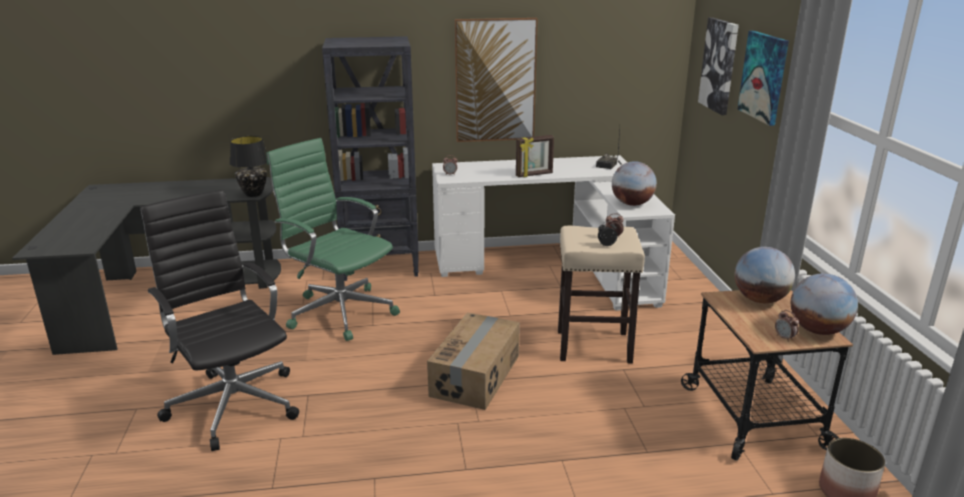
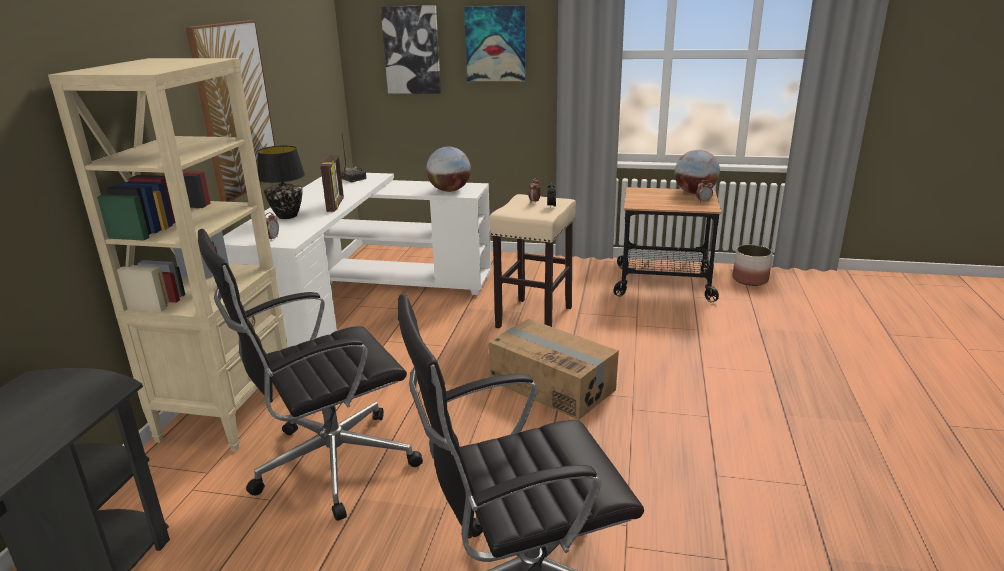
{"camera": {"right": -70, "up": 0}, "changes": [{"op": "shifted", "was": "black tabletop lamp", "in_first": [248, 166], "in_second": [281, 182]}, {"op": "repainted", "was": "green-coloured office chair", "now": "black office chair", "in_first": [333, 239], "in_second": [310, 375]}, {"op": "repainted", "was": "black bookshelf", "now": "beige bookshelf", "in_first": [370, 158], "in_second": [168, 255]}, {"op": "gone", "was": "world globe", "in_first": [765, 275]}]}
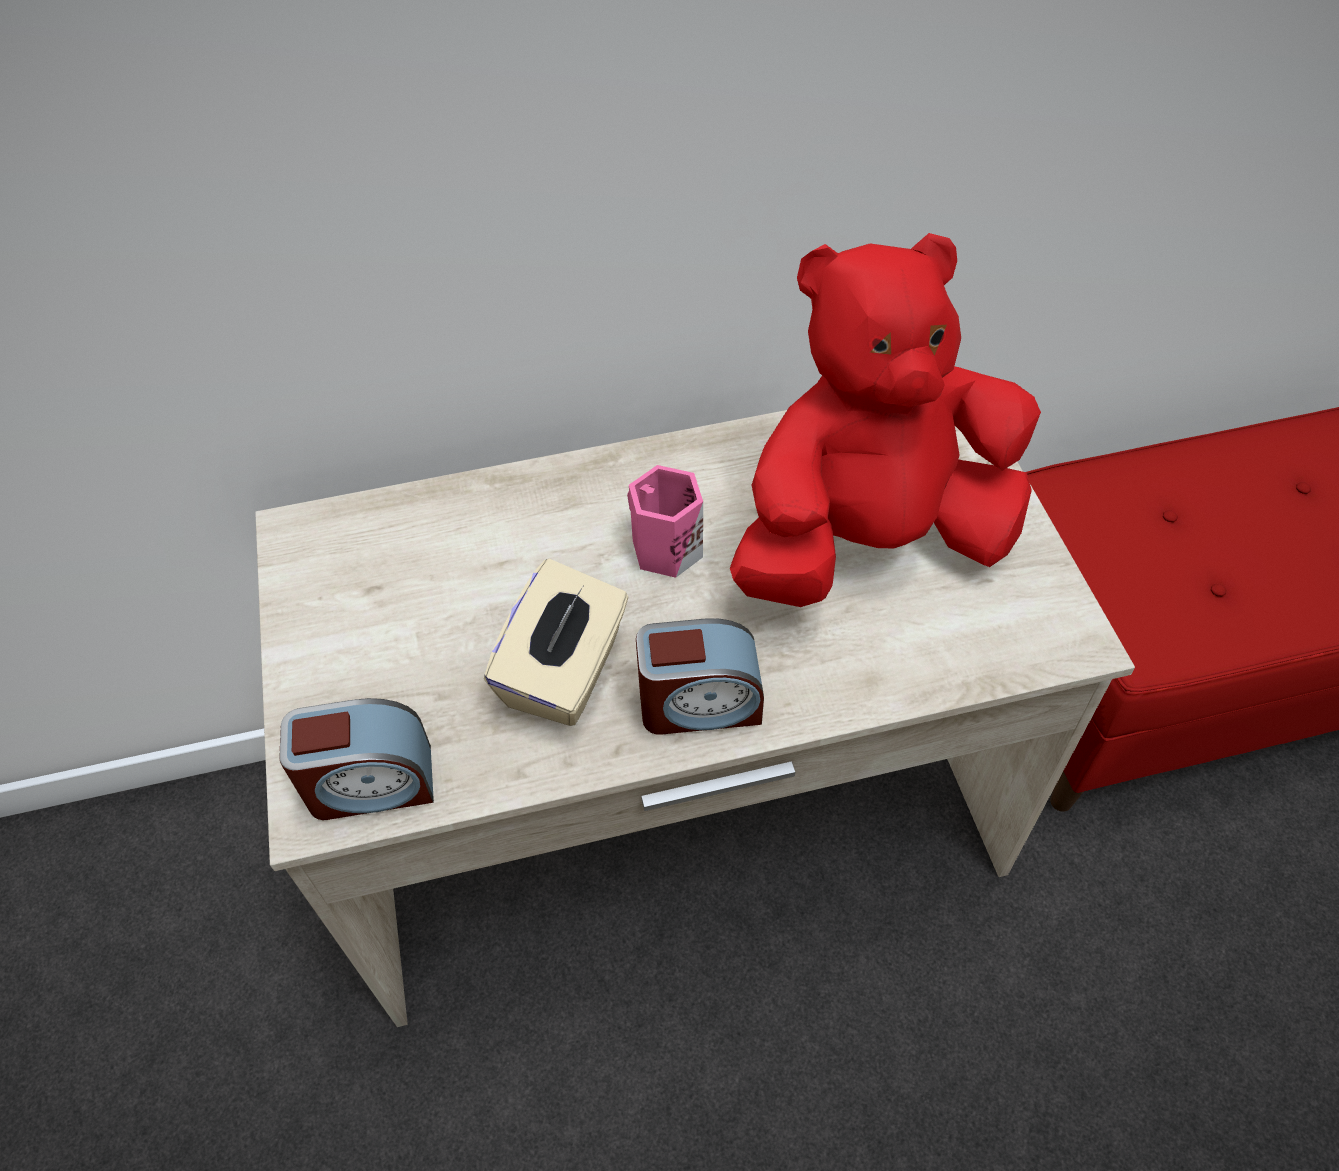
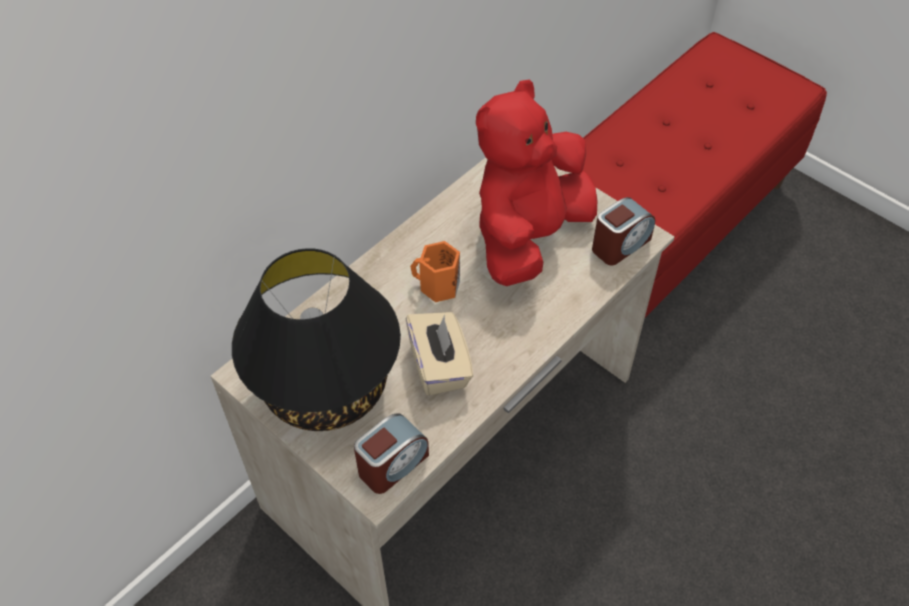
{"camera": {"right": -35, "up": 0}, "changes": [{"op": "repainted", "was": "pinkish tea mug", "now": "orange tea mug", "in_first": [665, 521], "in_second": [435, 271]}, {"op": "shifted", "was": "alarm clock", "in_first": [700, 676], "in_second": [623, 231]}, {"op": "new", "now": "black tabletop lamp", "in_second": [316, 339]}]}
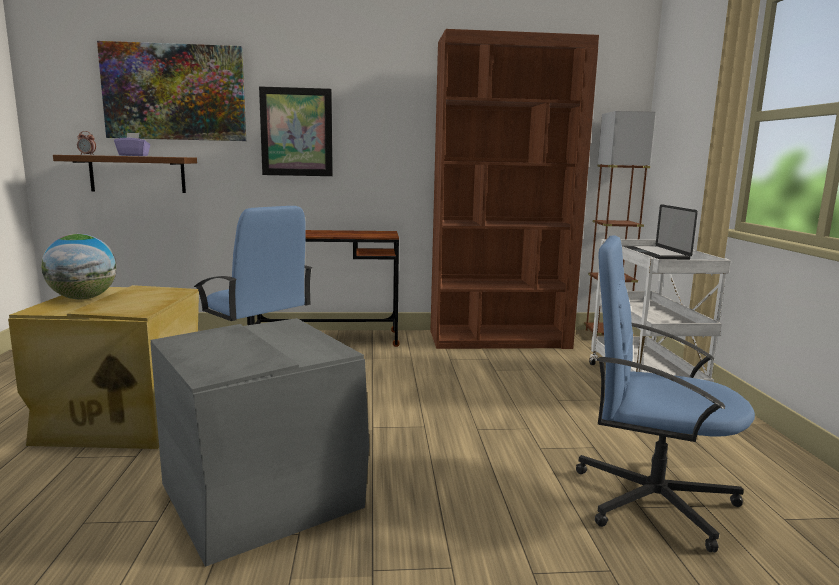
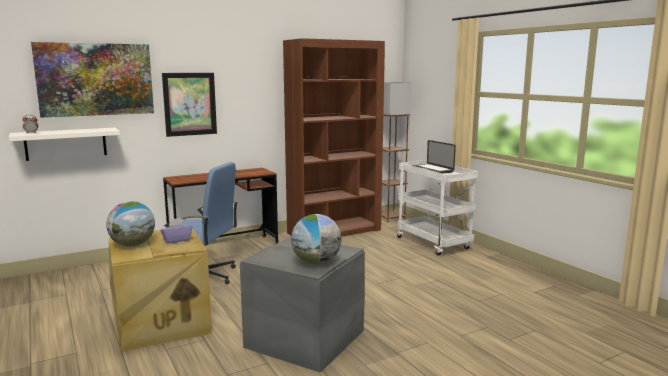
{"camera": {"right": -25, "up": 0}, "changes": [{"op": "repainted", "was": "brown bracket shelf", "now": "whitish bracket shelf", "in_first": [125, 174], "in_second": [64, 144]}, {"op": "shifted", "was": "purple-coloured tissue box", "in_first": [132, 144], "in_second": [176, 230]}, {"op": "gone", "was": "blue office chair", "in_first": [665, 394]}, {"op": "new", "now": "world globe", "in_second": [316, 239]}]}
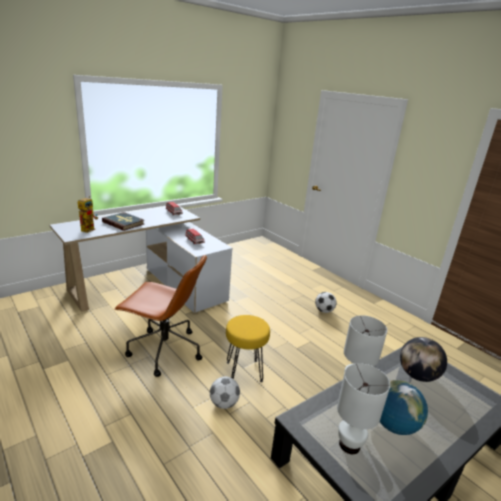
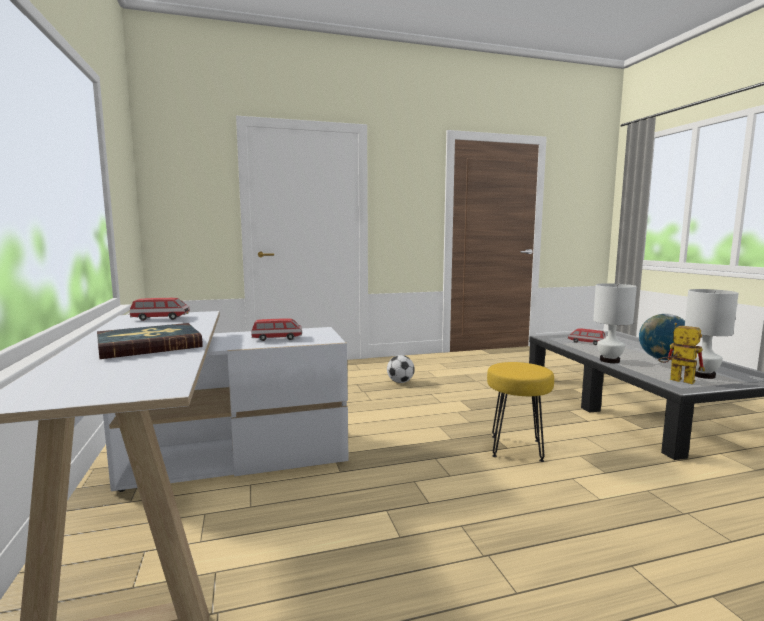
{"camera": {"right": -65, "up": -15}, "changes": [{"op": "shifted", "was": "robot figure", "in_first": [88, 214], "in_second": [681, 353]}, {"op": "gone", "was": "brown office chair", "in_first": [160, 315]}, {"op": "gone", "was": "ball for football", "in_first": [225, 392]}, {"op": "swapped", "was": "world globe", "now": "model car", "in_first": [423, 359], "in_second": [587, 336]}]}
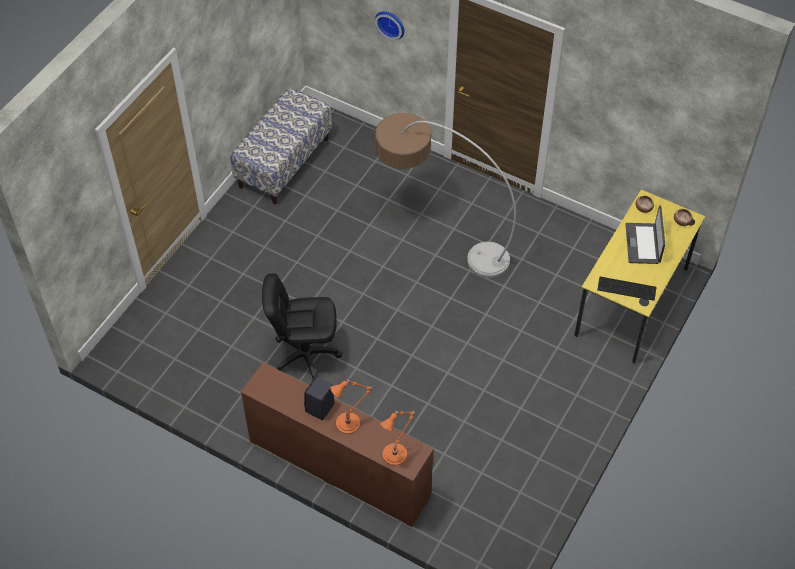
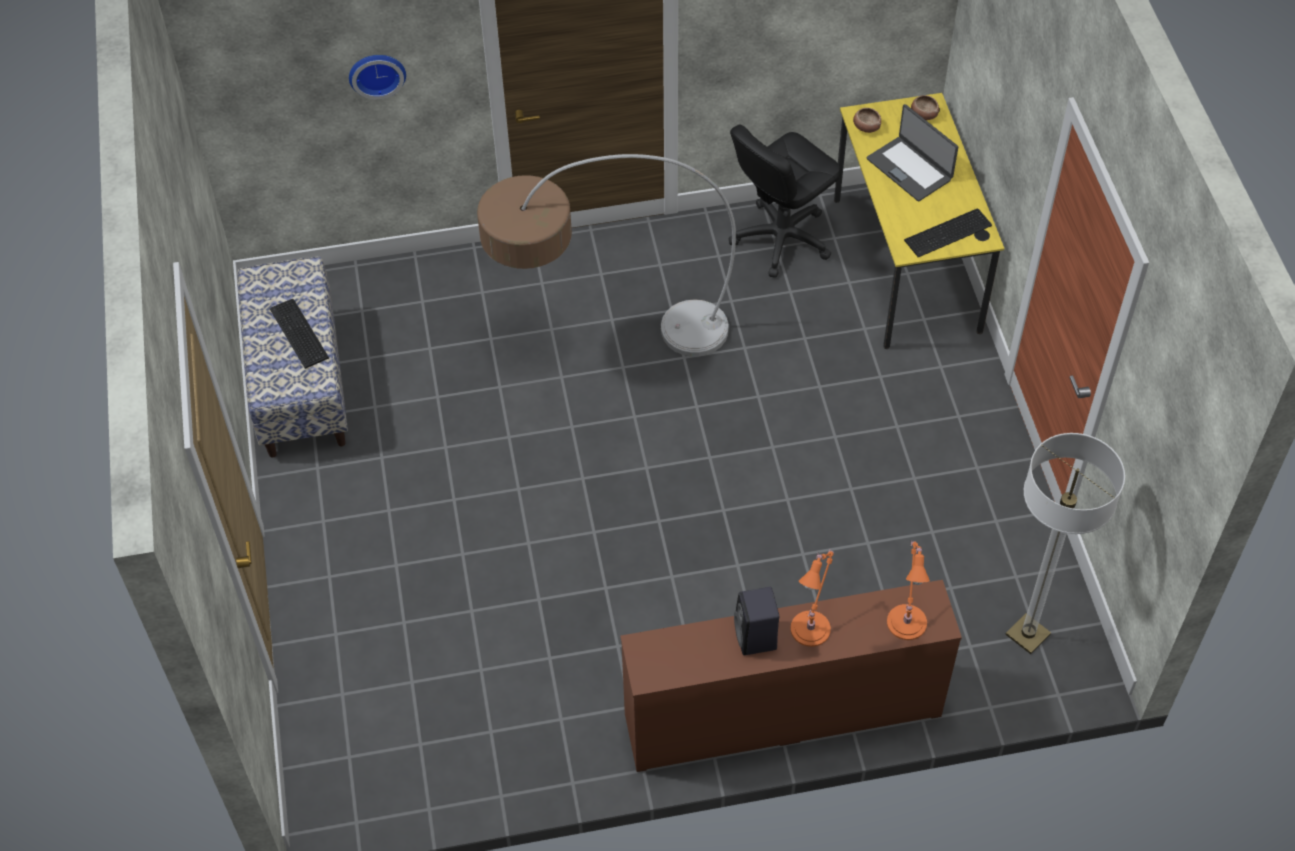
{"camera": {"right": -40, "up": 0}, "changes": [{"op": "shifted", "was": "black office chair", "in_first": [302, 327], "in_second": [785, 201]}, {"op": "new", "now": "PC keyboard", "in_second": [299, 334]}, {"op": "new", "now": "floor lamp", "in_second": [1065, 543]}]}
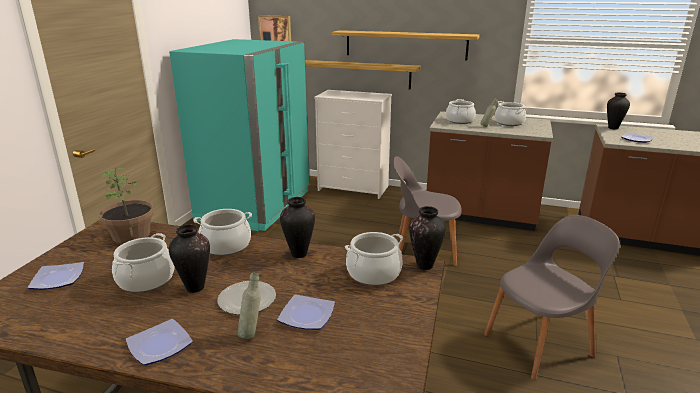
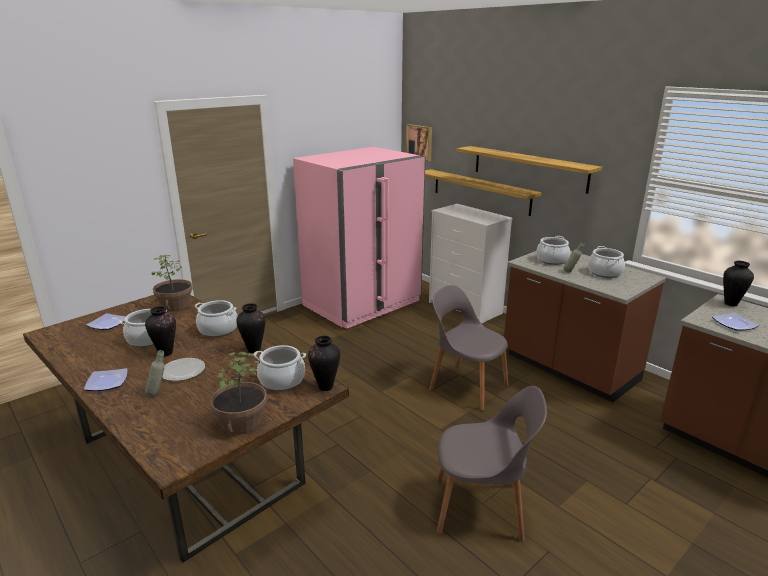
{"camera": {"right": 30, "up": 0}, "changes": [{"op": "repainted", "was": "turquoise refrigerator", "now": "pinkish refrigerator", "in_first": [239, 135], "in_second": [359, 238]}, {"op": "gone", "was": "flat dish", "in_first": [306, 312]}, {"op": "new", "now": "potted plant", "in_second": [238, 393]}]}
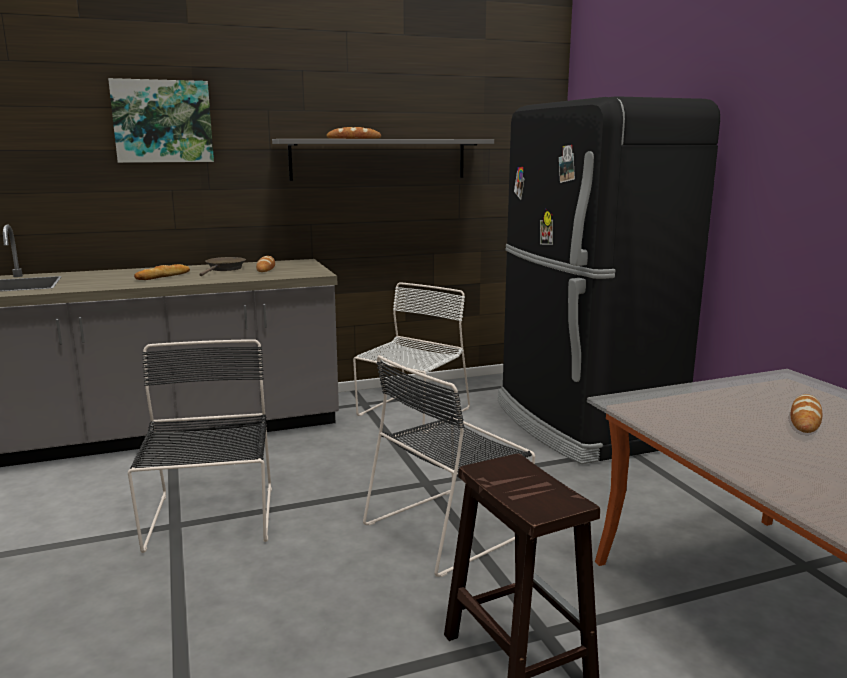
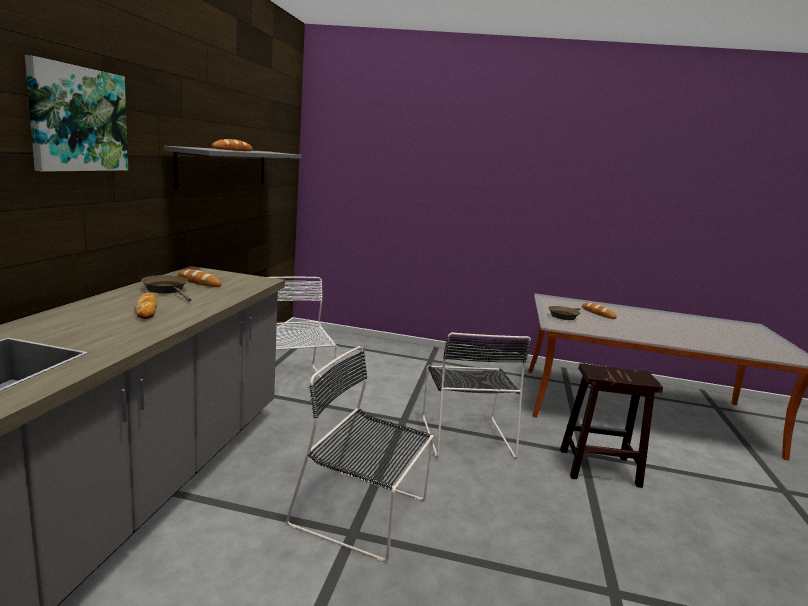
{"camera": {"right": -60, "up": 0}, "changes": [{"op": "gone", "was": "black refrigerator", "in_first": [609, 280]}, {"op": "new", "now": "brown frying pan", "in_second": [564, 313]}]}
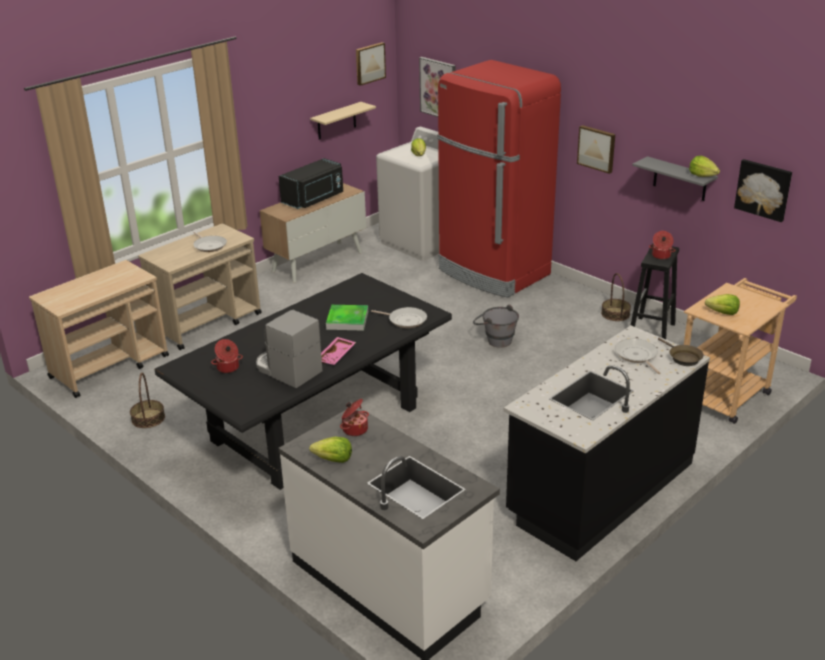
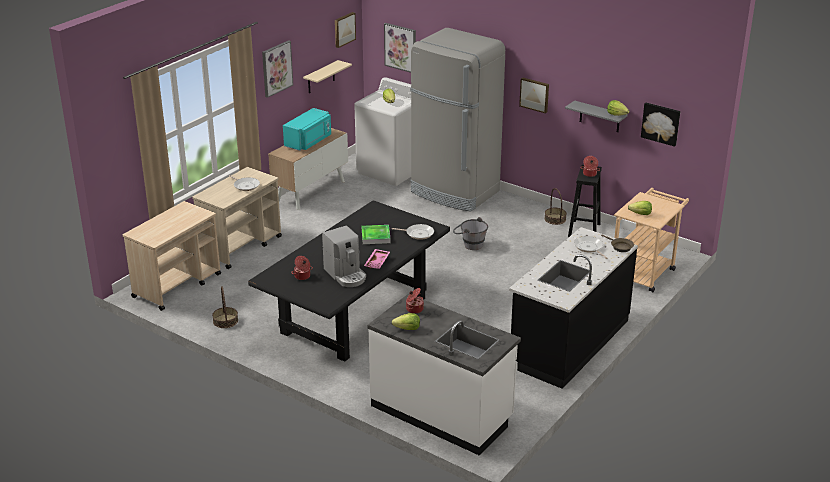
{"camera": {"right": -10, "up": 0}, "changes": [{"op": "rotated", "was": "coffee machine", "in_first": [289, 349], "in_second": [344, 256], "clockwise": -150}, {"op": "repainted", "was": "black microwave oven", "now": "turquoise microwave oven", "in_first": [311, 183], "in_second": [307, 129]}, {"op": "repainted", "was": "red refrigerator", "now": "greyish refrigerator", "in_first": [499, 179], "in_second": [457, 120]}, {"op": "new", "now": "wall picture", "in_second": [277, 69]}]}
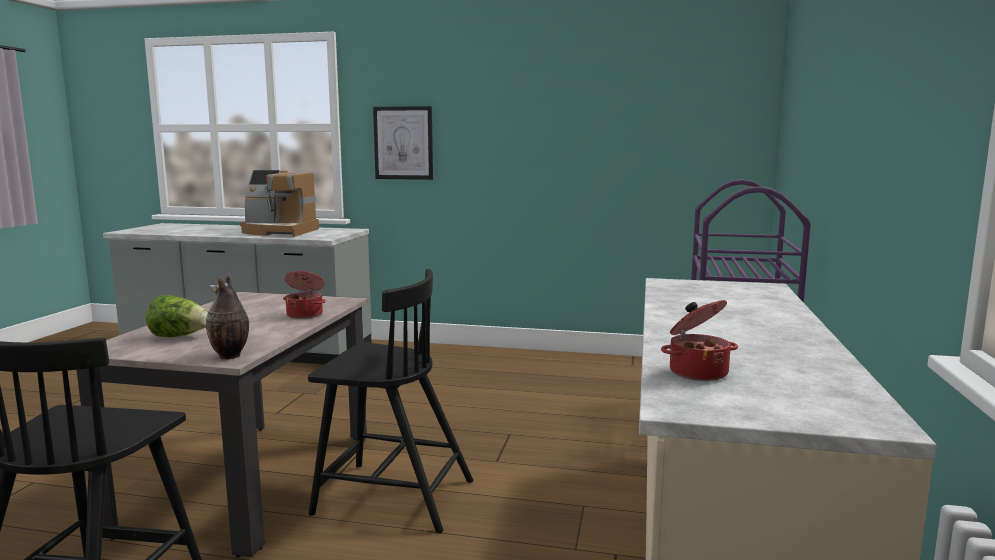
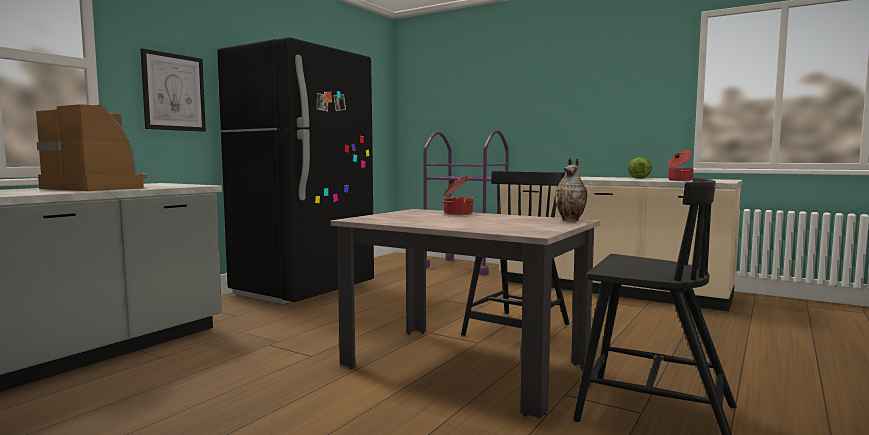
{"camera": {"right": -70, "up": -5}, "changes": [{"op": "shifted", "was": "head of lettuce", "in_first": [177, 316], "in_second": [640, 168]}, {"op": "rotated", "was": "coffee machine", "in_first": [279, 203], "in_second": [91, 147], "clockwise": -90}, {"op": "new", "now": "black refrigerator", "in_second": [295, 170]}]}
